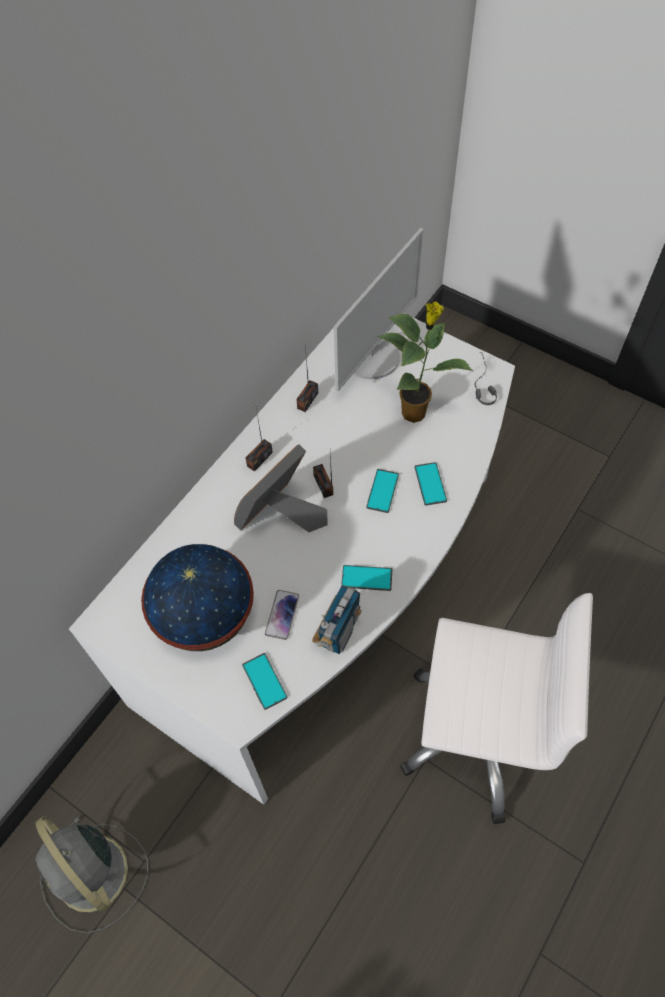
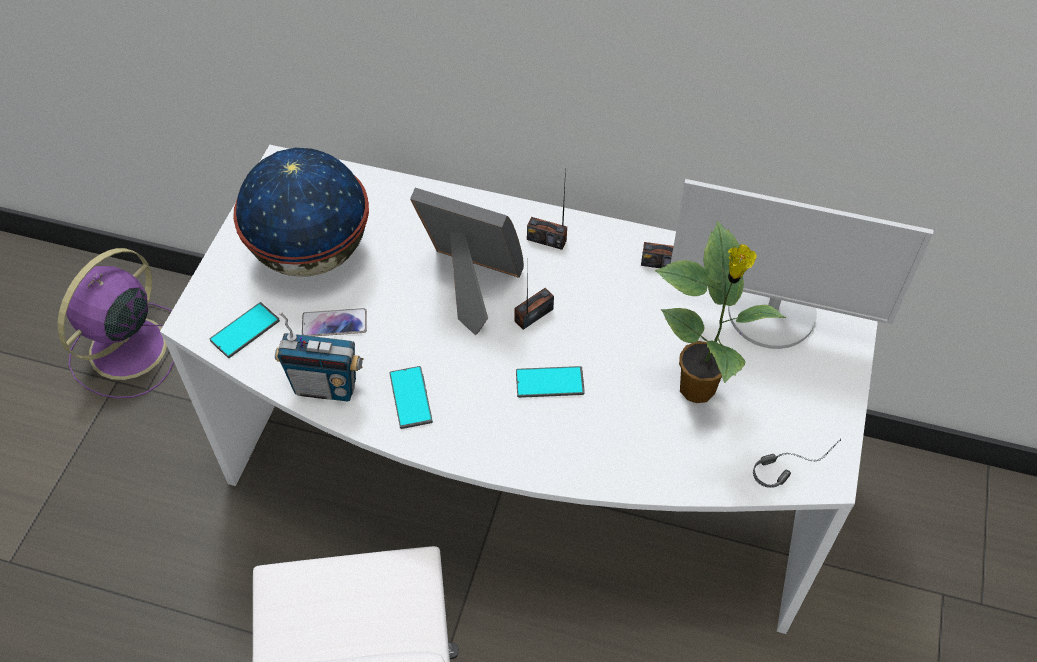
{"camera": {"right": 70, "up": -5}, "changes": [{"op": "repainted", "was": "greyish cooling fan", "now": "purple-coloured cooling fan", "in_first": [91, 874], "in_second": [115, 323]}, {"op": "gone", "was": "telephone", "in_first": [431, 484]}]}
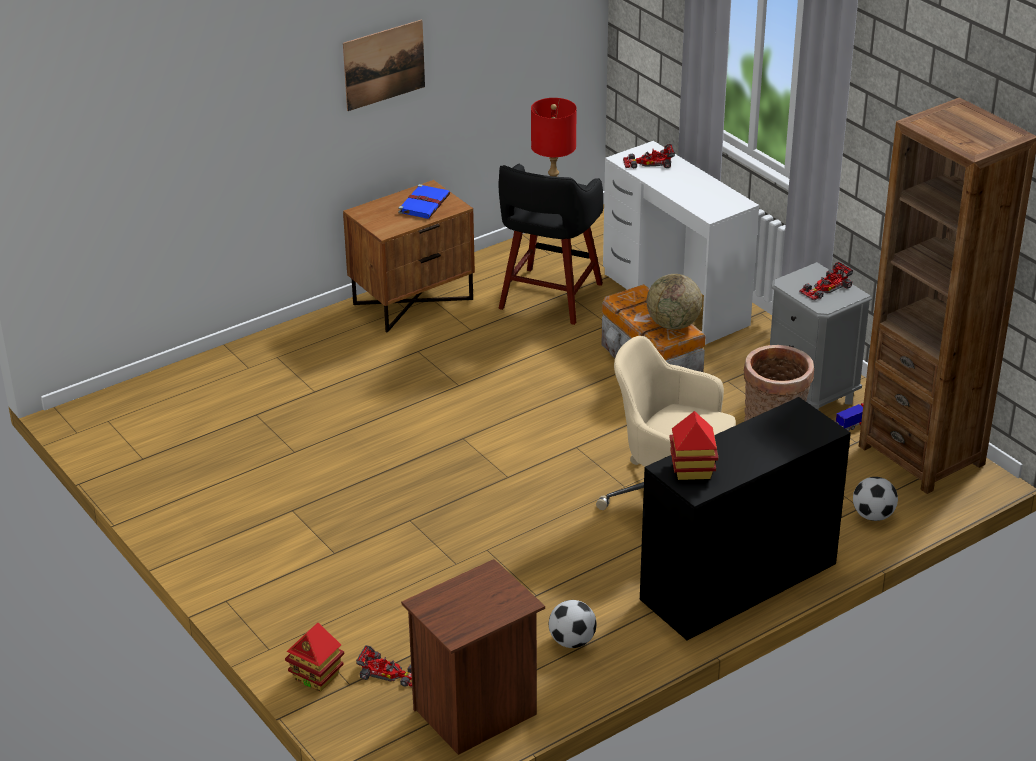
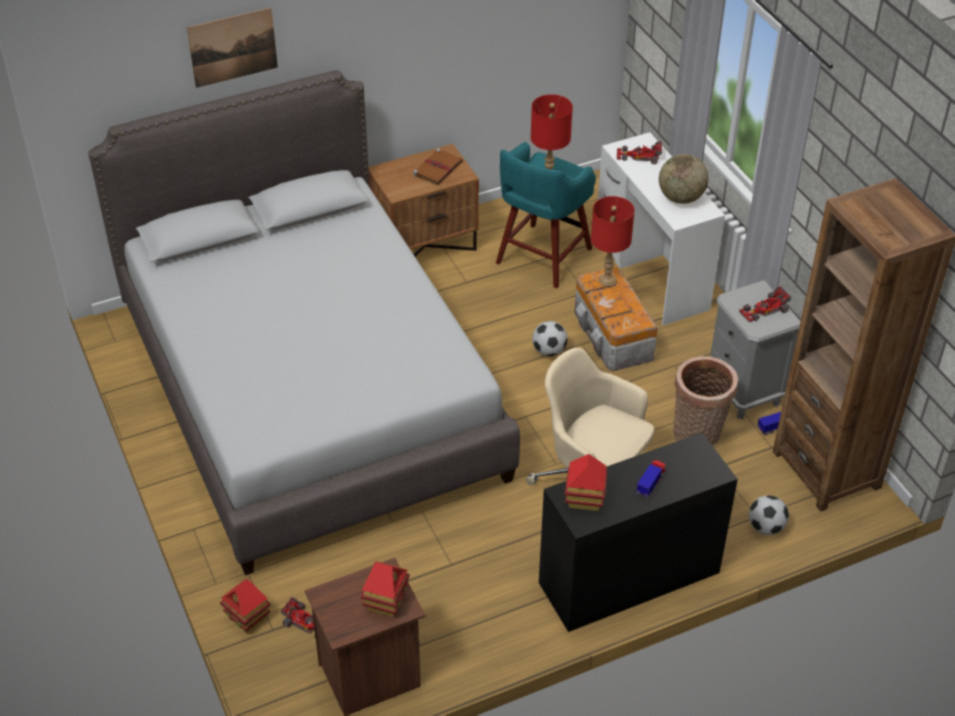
{"camera": {"right": 10, "up": 10}, "changes": [{"op": "shifted", "was": "wall picture", "in_first": [384, 65], "in_second": [232, 48]}, {"op": "repainted", "was": "blue volume", "now": "brown volume", "in_first": [424, 201], "in_second": [438, 167]}, {"op": "repainted", "was": "black stool seat", "now": "turquoise stool seat", "in_first": [551, 244], "in_second": [546, 215]}, {"op": "shifted", "was": "ball for football", "in_first": [573, 624], "in_second": [550, 338]}, {"op": "shifted", "was": "world globe", "in_first": [674, 302], "in_second": [683, 179]}, {"op": "new", "now": "greyish sleeping bed", "in_second": [304, 322]}, {"op": "new", "now": "miniature house", "in_second": [385, 589]}, {"op": "new", "now": "red tabletop lamp", "in_second": [613, 241]}, {"op": "new", "now": "model truck", "in_second": [651, 479]}]}
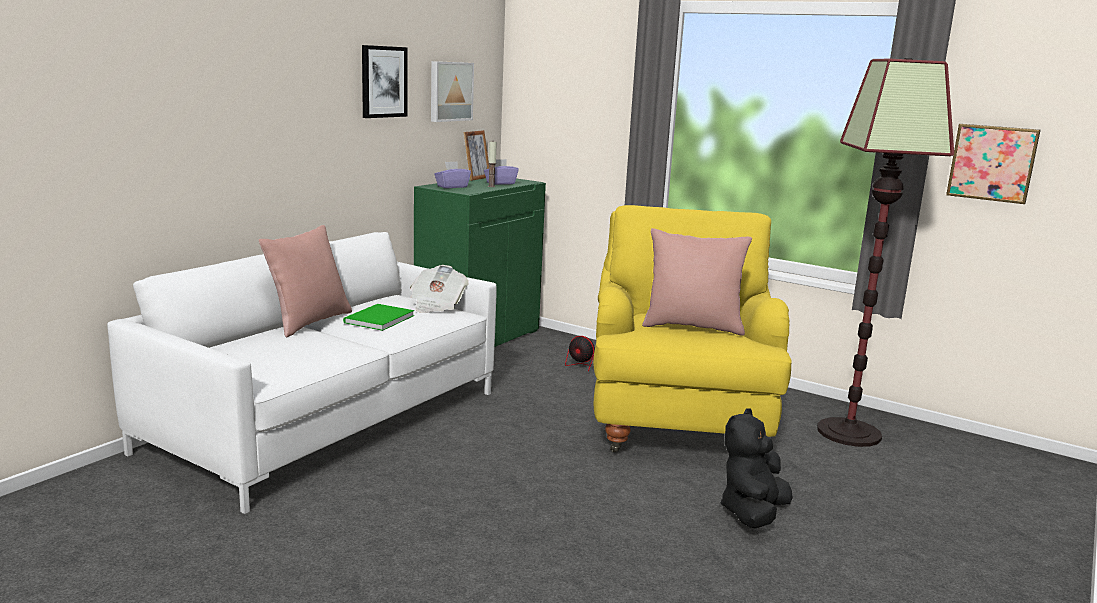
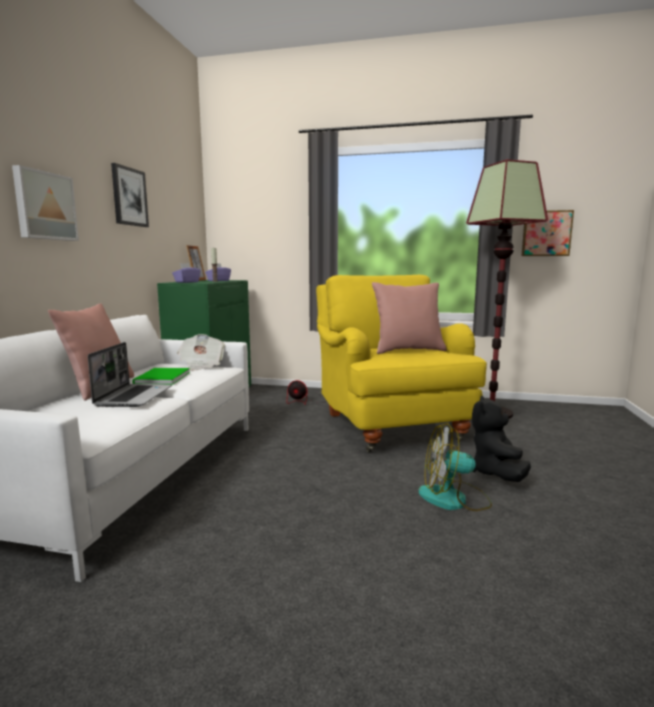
{"camera": {"right": -20, "up": -5}, "changes": [{"op": "shifted", "was": "wall picture", "in_first": [452, 91], "in_second": [45, 203]}, {"op": "new", "now": "portable computer", "in_second": [130, 374]}, {"op": "new", "now": "cooling fan", "in_second": [455, 467]}]}
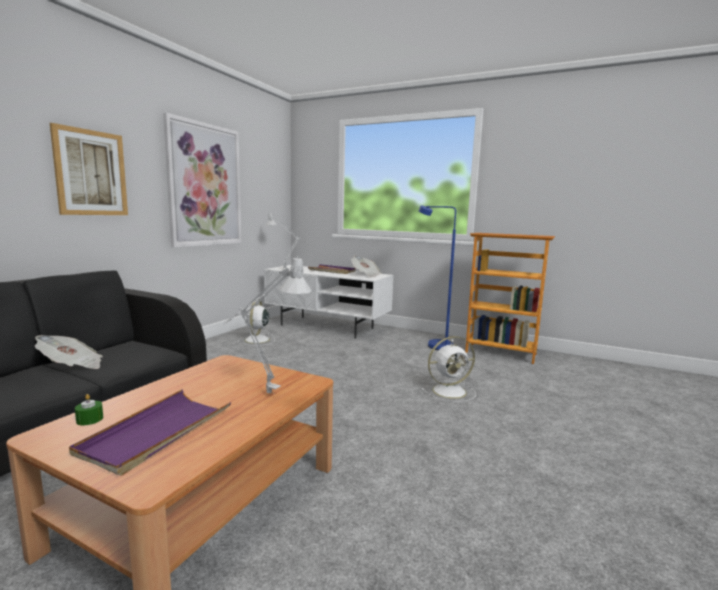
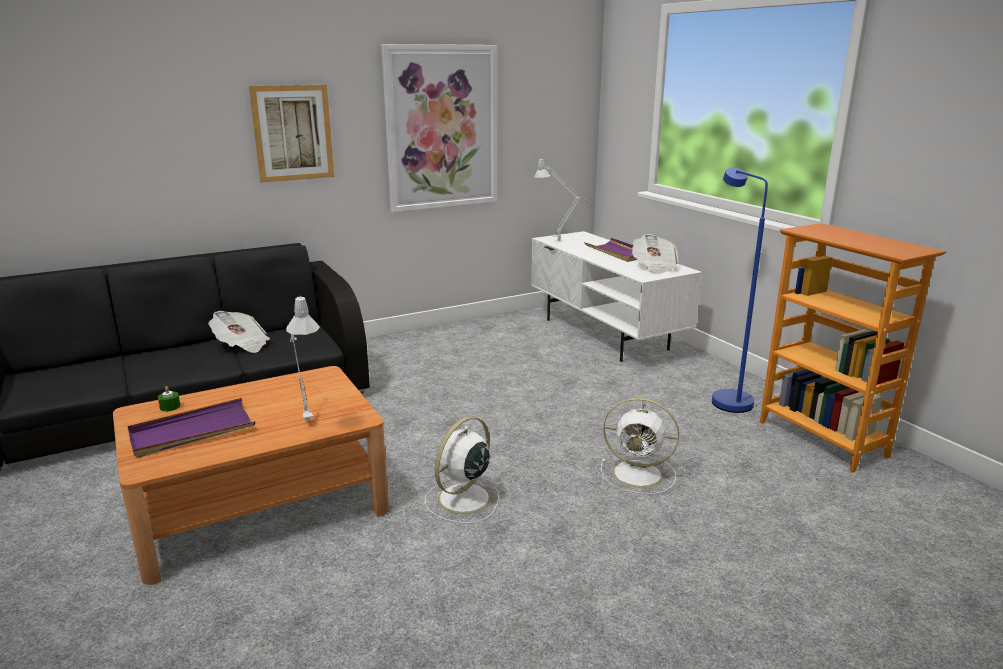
{"camera": {"right": 35, "up": 10}, "changes": [{"op": "shifted", "was": "whitish cooling fan", "in_first": [257, 323], "in_second": [462, 470]}]}
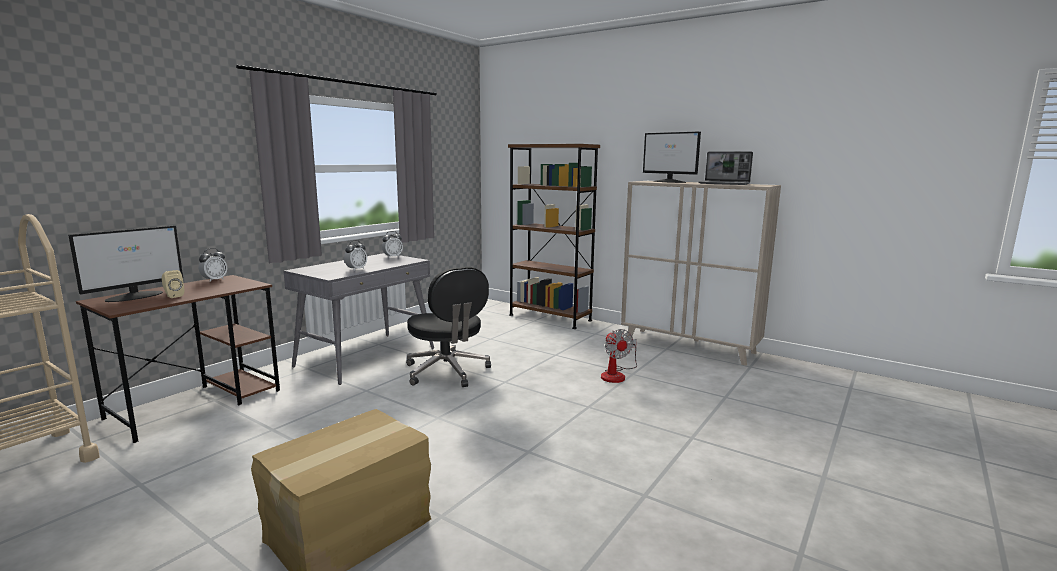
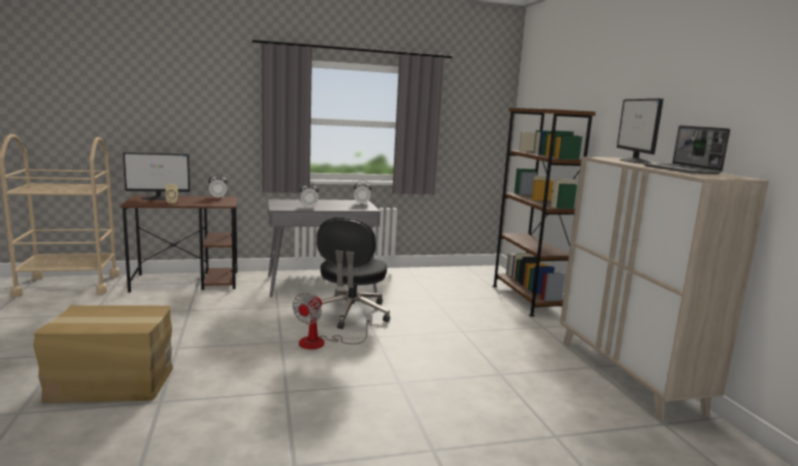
{"camera": {"right": 40, "up": 0}, "changes": [{"op": "shifted", "was": "cooling fan", "in_first": [619, 356], "in_second": [332, 321]}]}
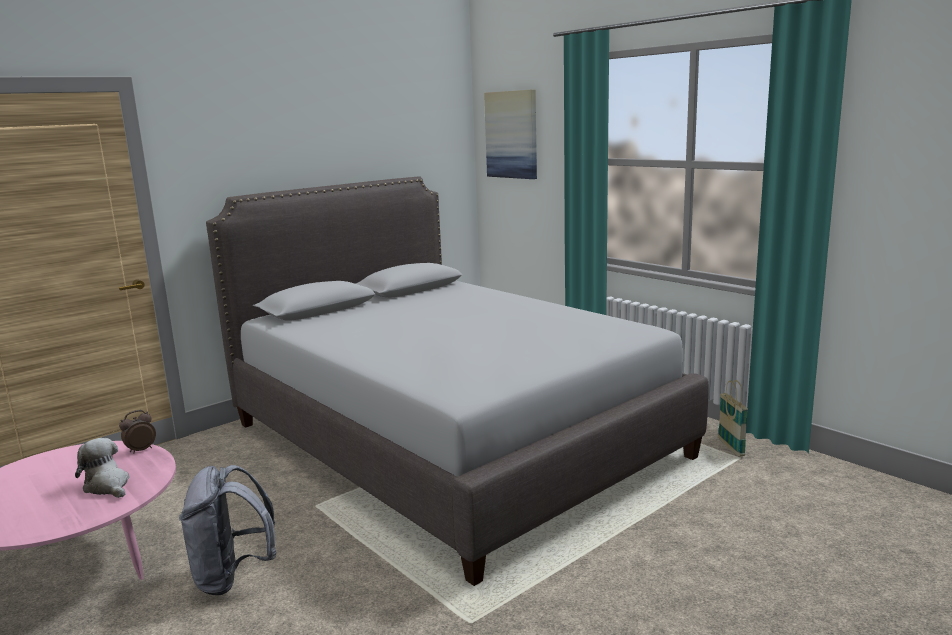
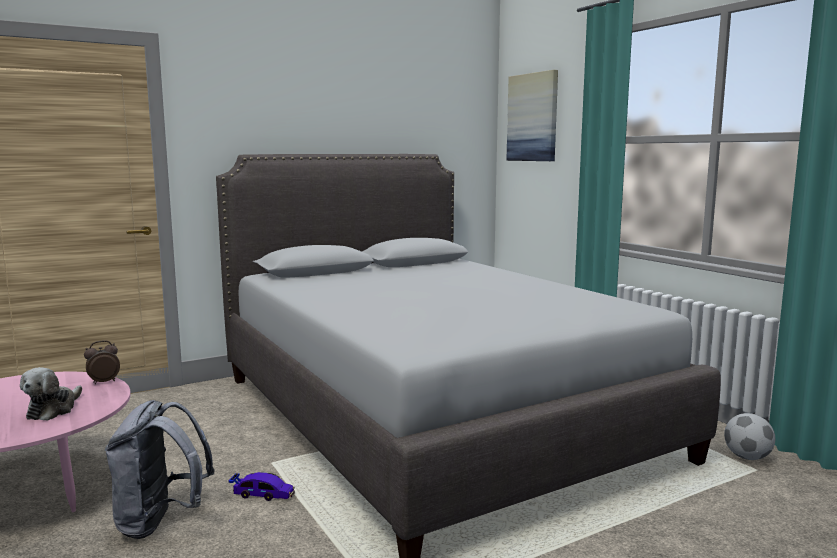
{"camera": {"right": 10, "up": -5}, "changes": [{"op": "rotated", "was": "plush toy", "in_first": [102, 468], "in_second": [51, 394], "clockwise": -135}, {"op": "swapped", "was": "storage basket", "now": "ball for football", "in_first": [733, 418], "in_second": [749, 436]}, {"op": "new", "now": "model car", "in_second": [261, 486]}]}
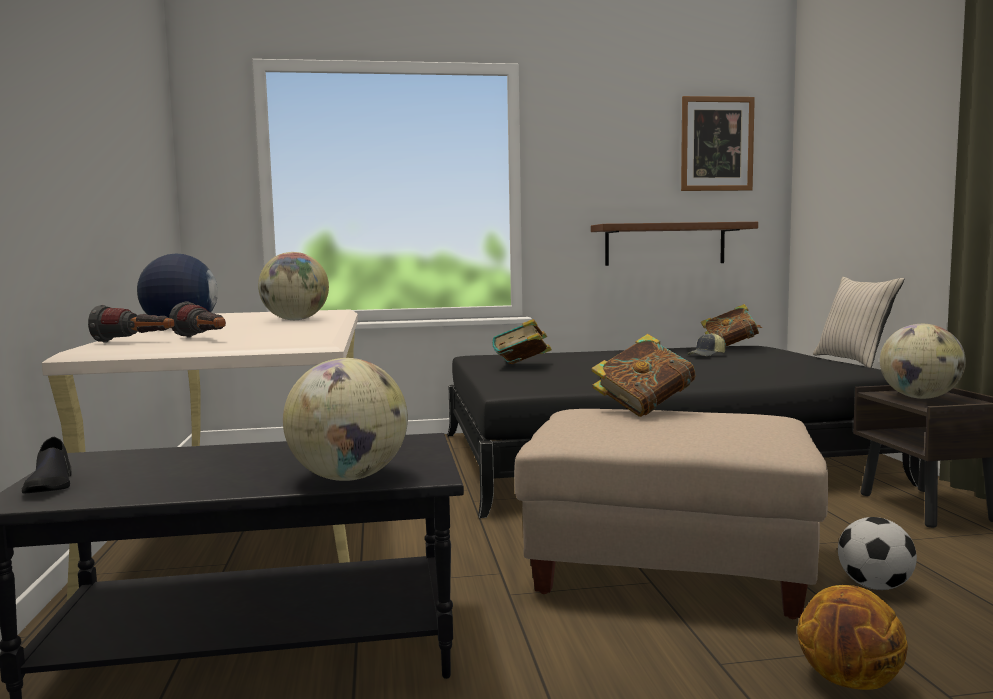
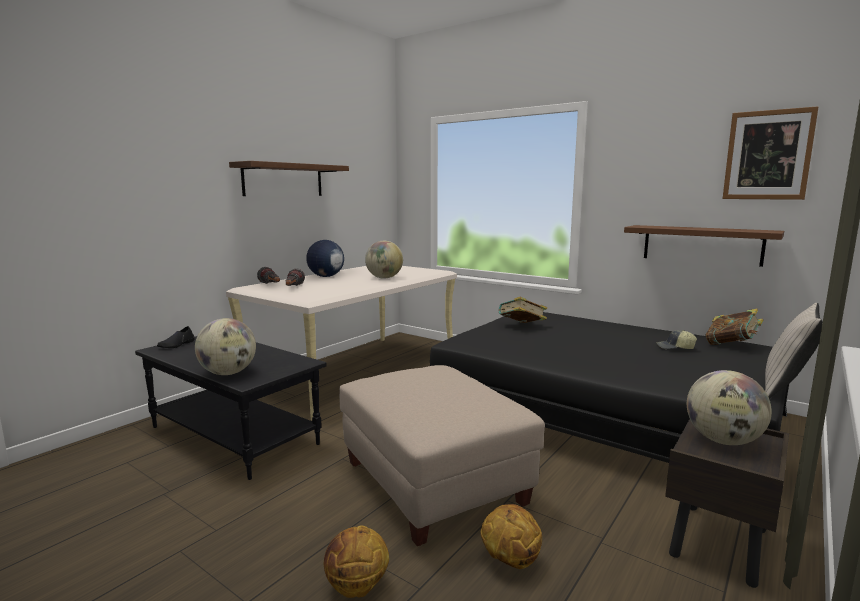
{"camera": {"right": 45, "up": 5}, "changes": [{"op": "gone", "was": "volume", "in_first": [644, 375]}, {"op": "swapped", "was": "ball for football", "now": "basketball ball", "in_first": [877, 553], "in_second": [511, 536]}, {"op": "new", "now": "brown bracket shelf", "in_second": [289, 178]}]}
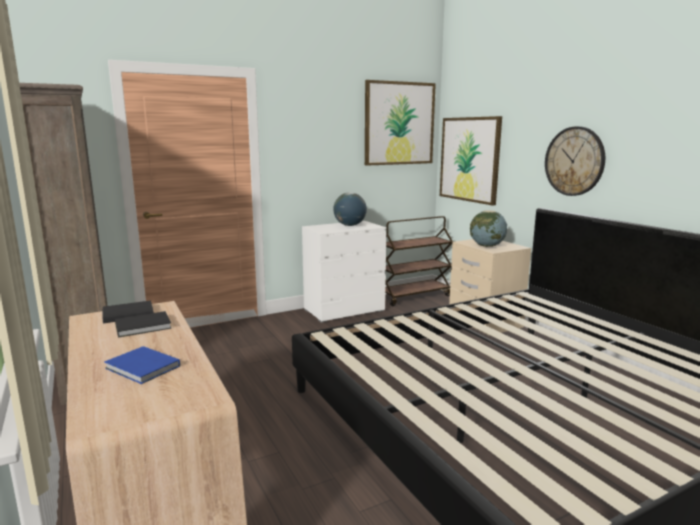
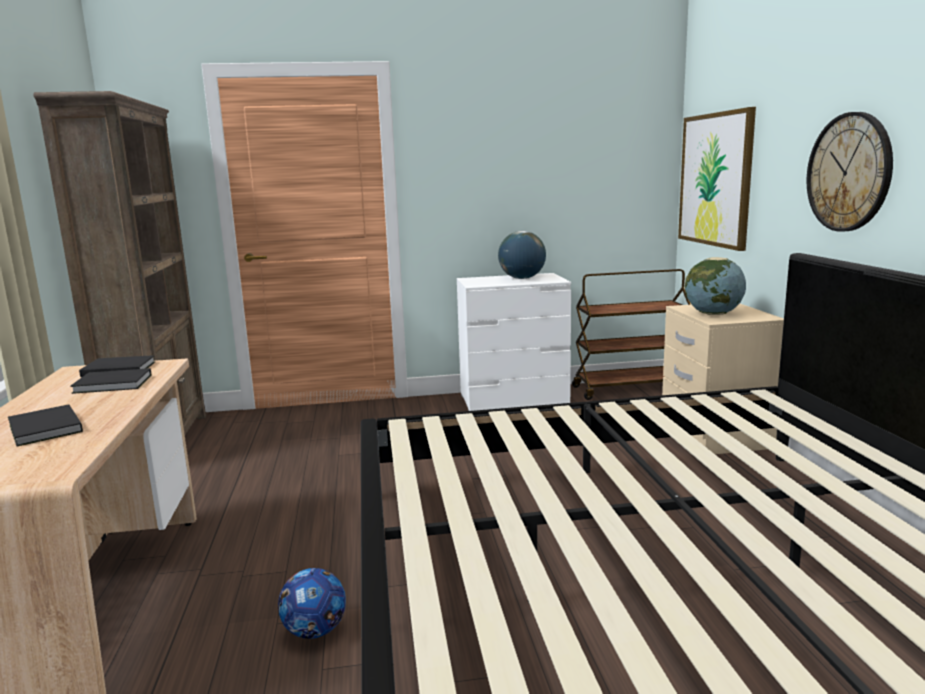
{"camera": {"right": 20, "up": 0}, "changes": [{"op": "repainted", "was": "blue volume", "now": "black volume", "in_first": [142, 365], "in_second": [45, 425]}, {"op": "gone", "was": "wall picture", "in_first": [400, 123]}, {"op": "new", "now": "ball for football", "in_second": [312, 603]}]}
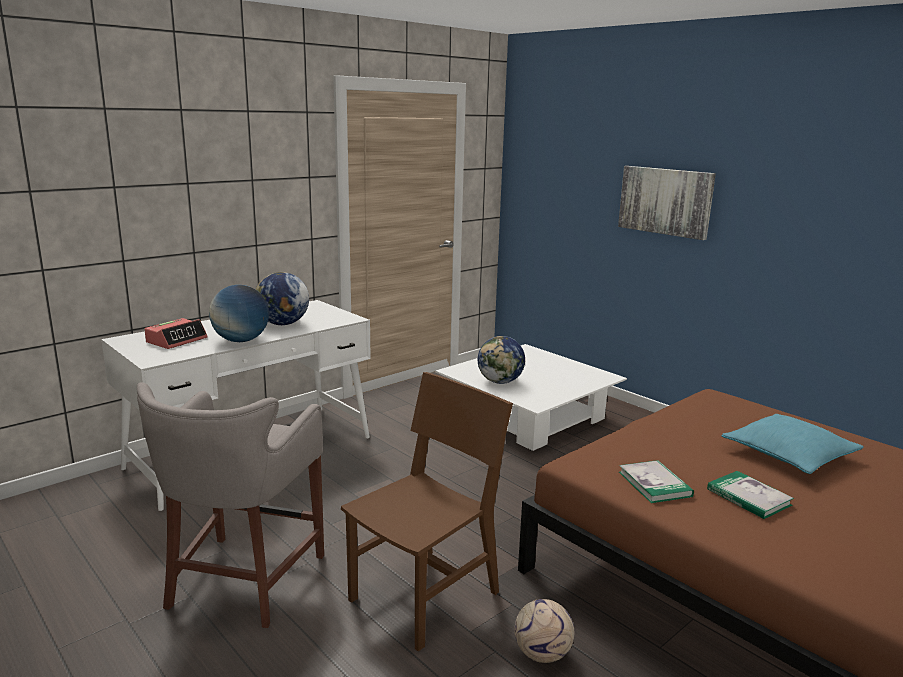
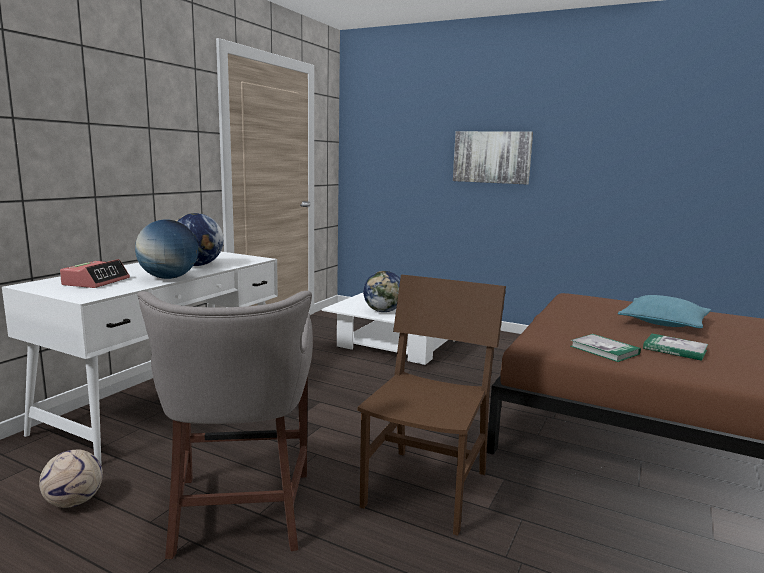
{"camera": {"right": -20, "up": -5}, "changes": [{"op": "shifted", "was": "ball for football", "in_first": [544, 631], "in_second": [71, 479]}]}
